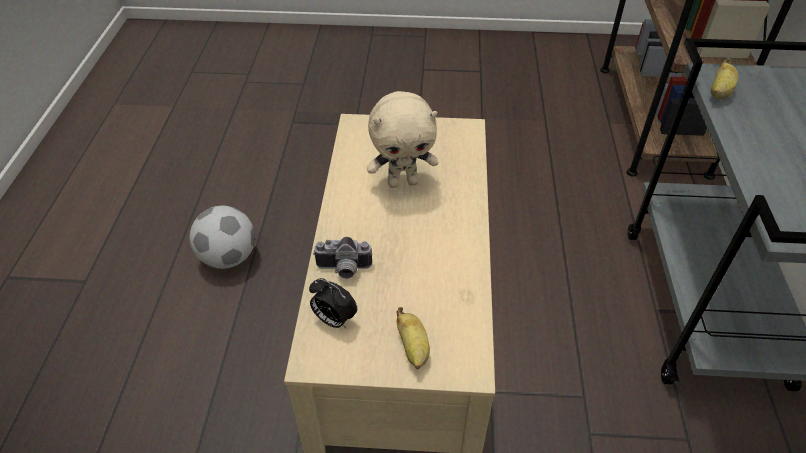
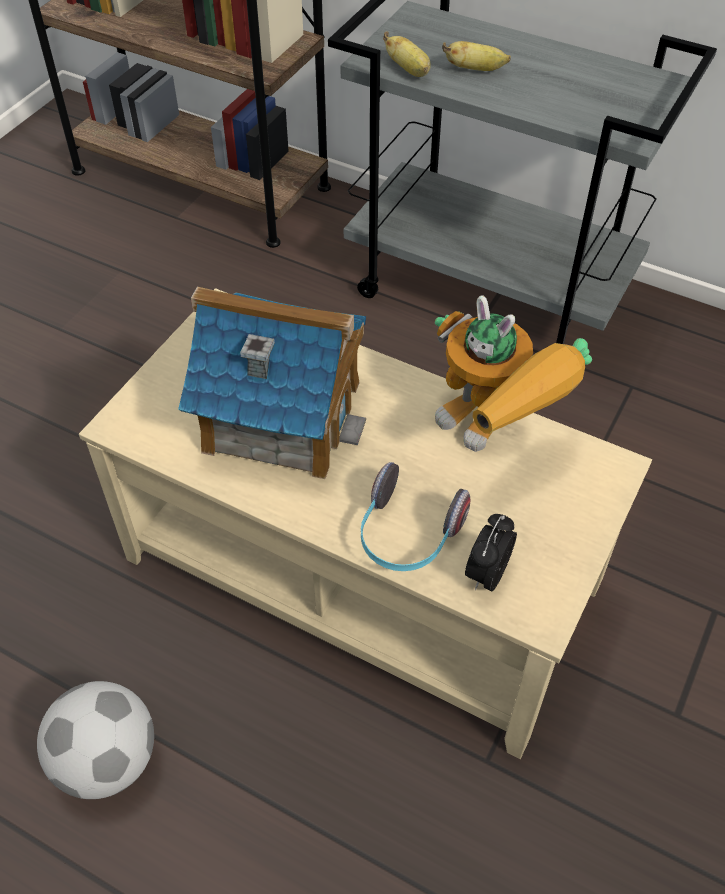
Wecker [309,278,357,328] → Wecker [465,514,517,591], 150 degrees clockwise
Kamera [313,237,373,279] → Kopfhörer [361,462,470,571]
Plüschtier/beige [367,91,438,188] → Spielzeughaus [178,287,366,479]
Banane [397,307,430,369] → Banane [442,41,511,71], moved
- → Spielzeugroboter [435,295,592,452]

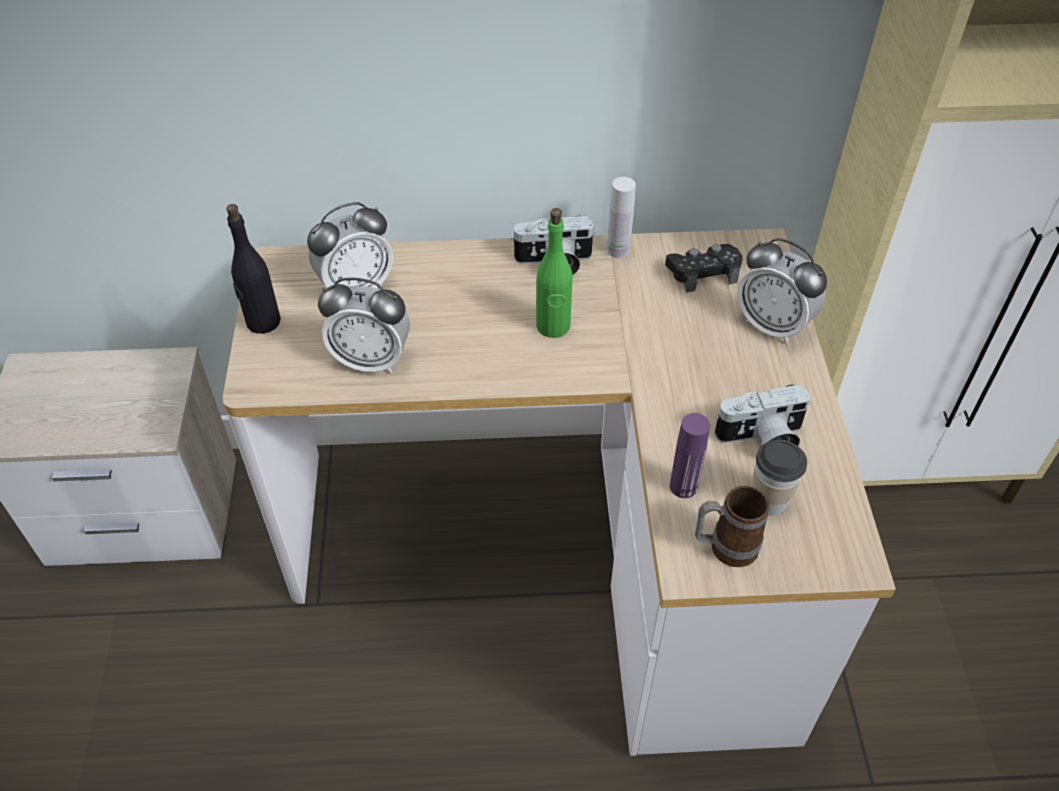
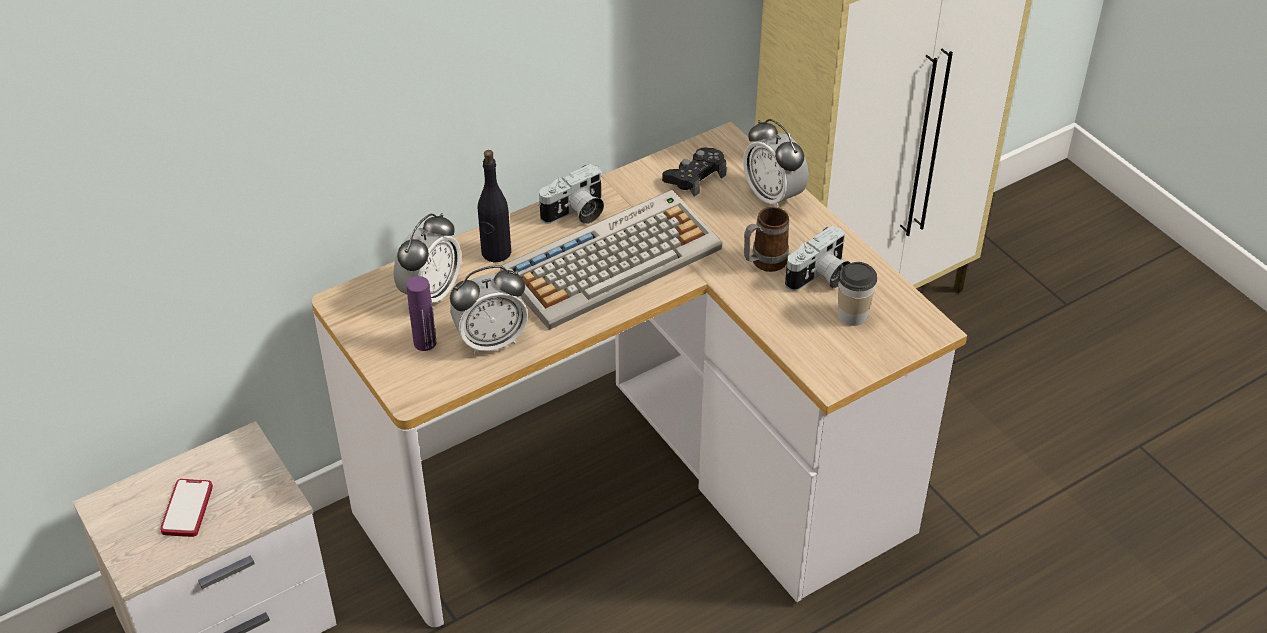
Flasche/schwarz [226,204,281,334] → Flasche/schwarz [478,150,511,263], moved
Flasche/grün [536,208,572,338] → Tastatur [500,190,722,330]
Flasche/weiß [607,177,636,258] → -
Flasche/lila [670,413,710,498] → Flasche/lila [406,276,437,351], moved
Henkelbecher [695,486,769,567] → Henkelbecher [744,207,789,272], moved
Wecker [737,238,827,344] → Wecker [743,119,809,207], 45 degrees clockwise
- → Handy [160,479,213,537]

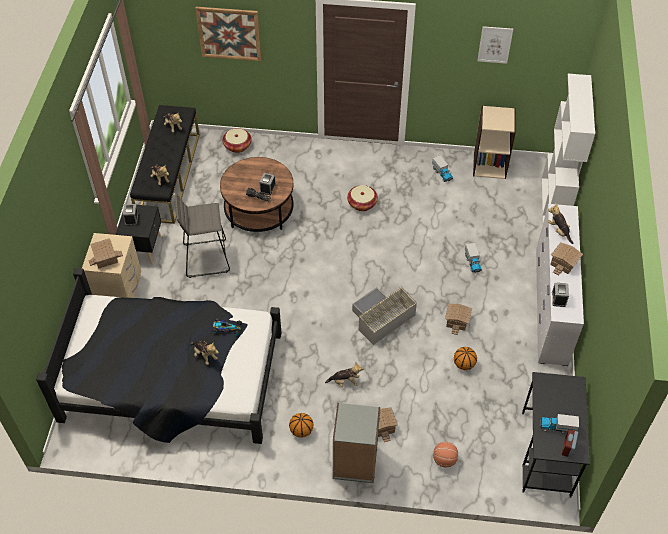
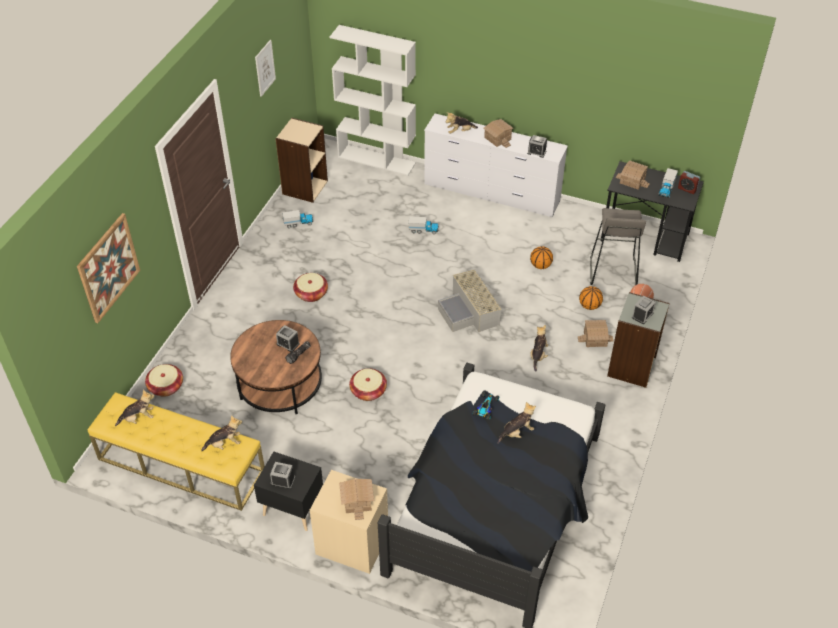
Bank/schwarz [130,105,200,224] → Bank/gelb [88,392,265,511]
Hocker/grau [175,192,230,278] → Hocker/grau [590,208,646,285], moved
Basketball [289,413,314,438] → Basketball [579,286,603,310], moved
Spielzeughaus [445,304,472,335] → Spielzeughaus [616,161,650,190], moved
- → Korb [349,368,387,401]
- → Wecker [632,296,656,324]

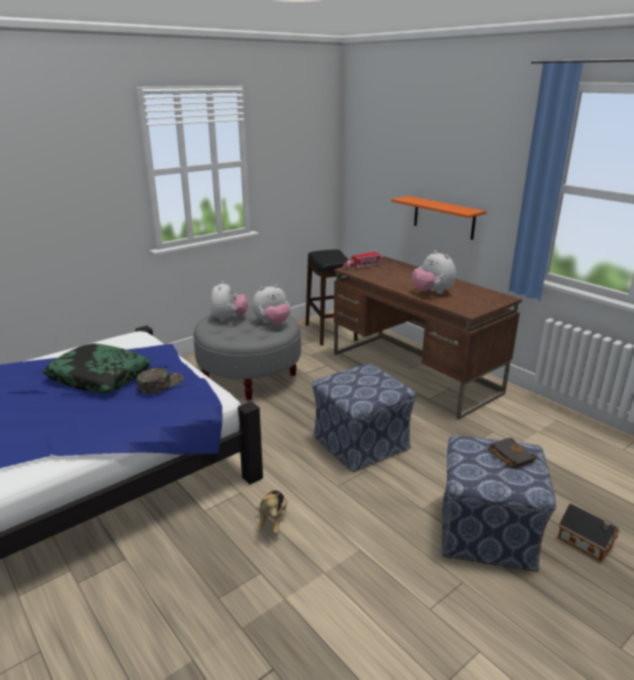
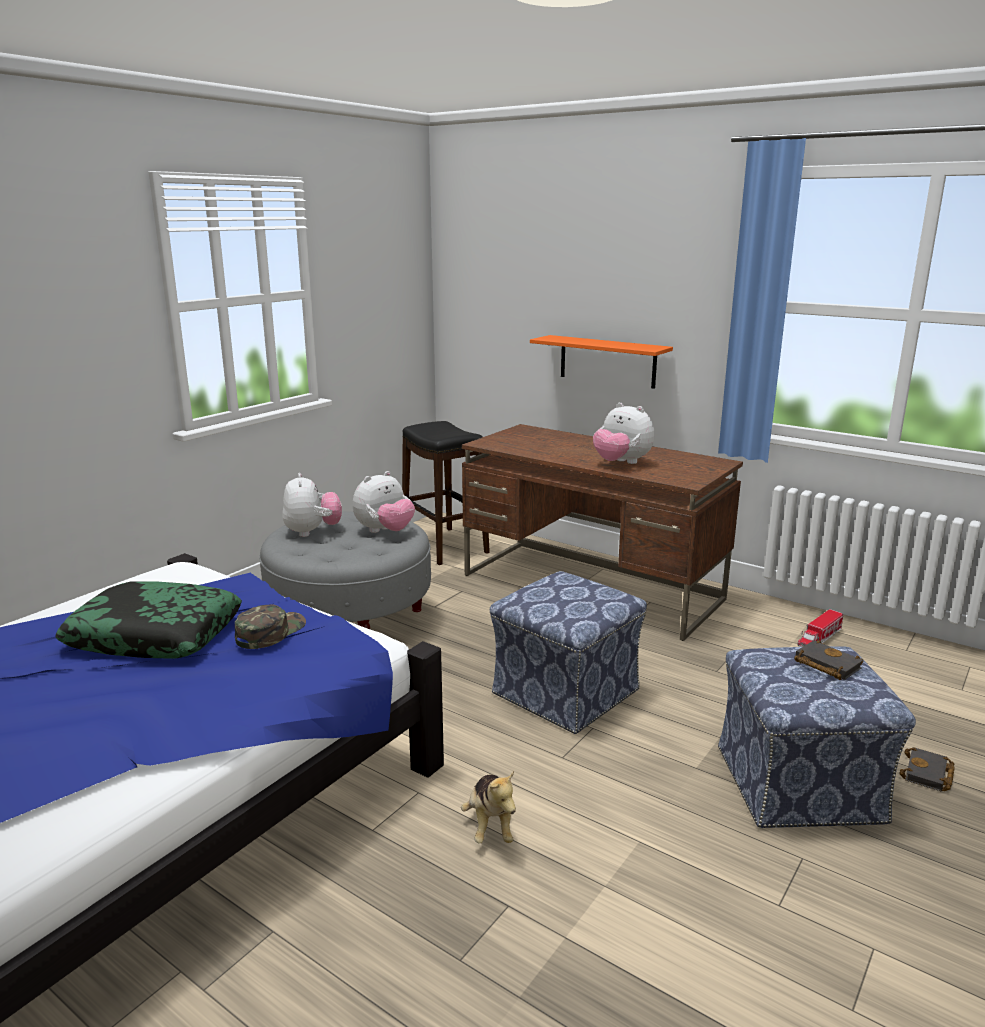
Spielzeuglaster [343,252,381,270] → Spielzeuglaster [798,609,843,647], moved
Spielzeughaus [558,503,620,561] → Buch/schwarz [899,747,955,792]

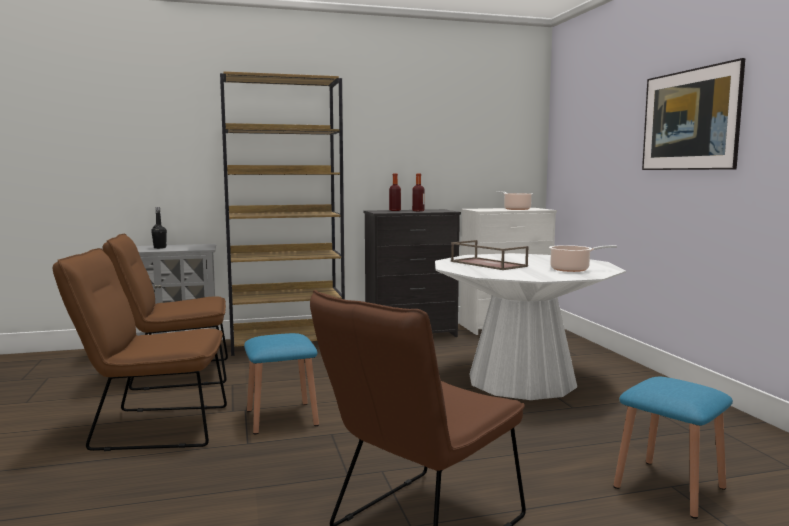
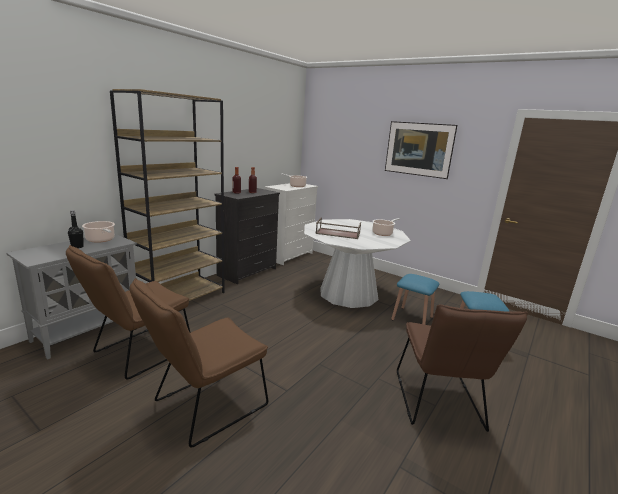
Hocker/blau [244,333,319,434] → Hocker/blau [391,274,439,325], moved
- → Kochtopf [82,221,115,243]

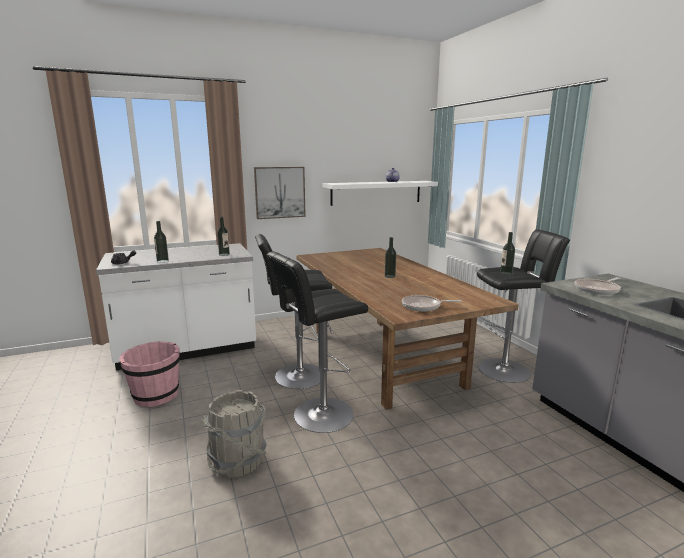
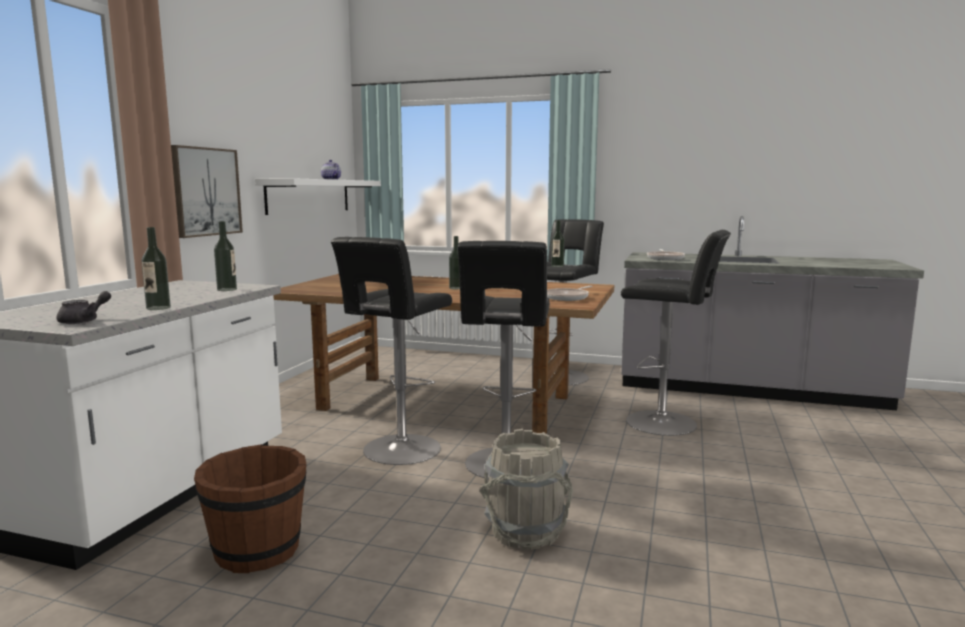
Eimer/rosa [119,341,180,407] → Eimer/braun [194,444,306,573]
- → Hocker/schwarz [621,230,731,436]

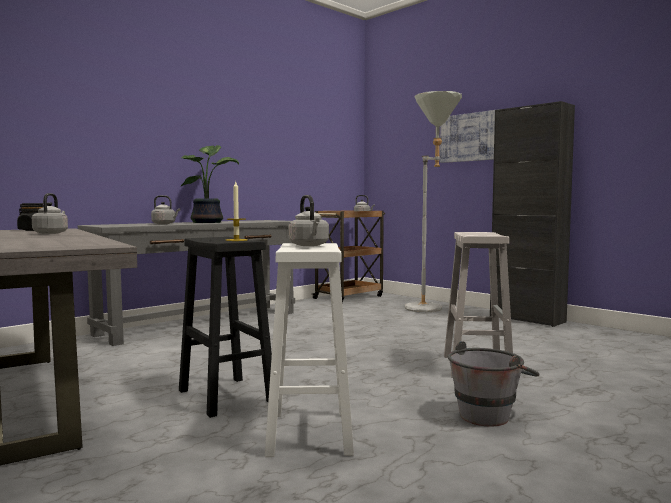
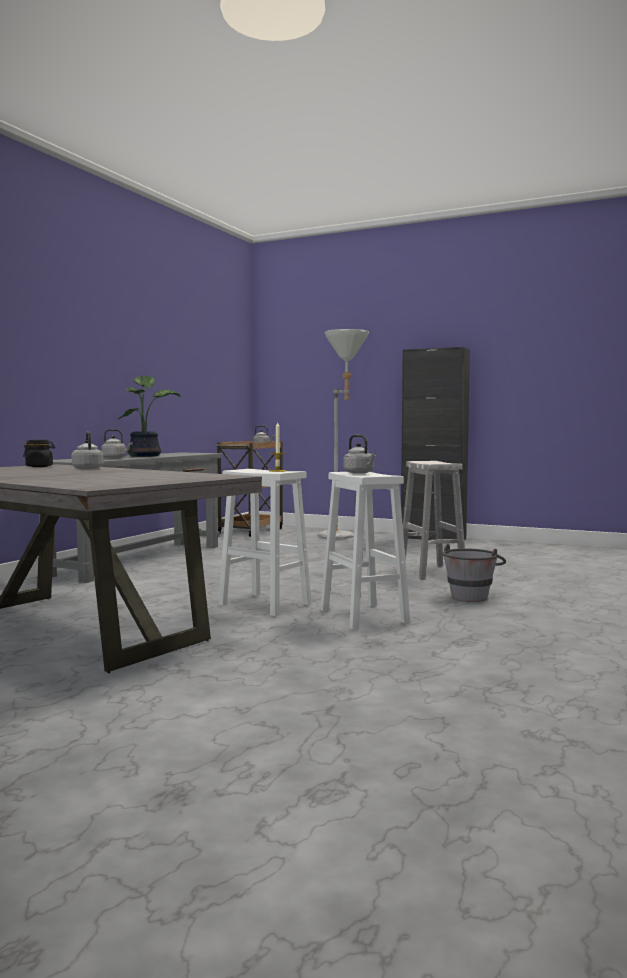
Hocker/schwarz [179,237,272,418] → Hocker/weiß [218,469,312,616]
Bild [440,109,499,163] → -

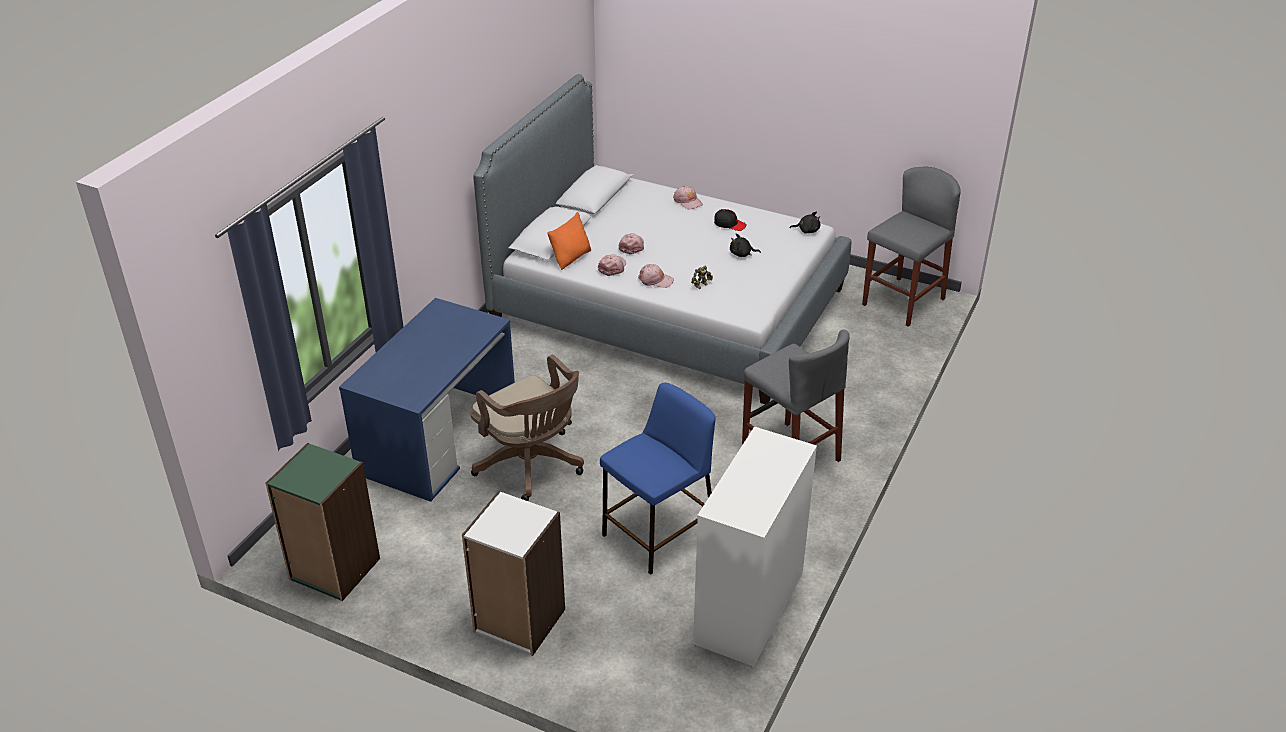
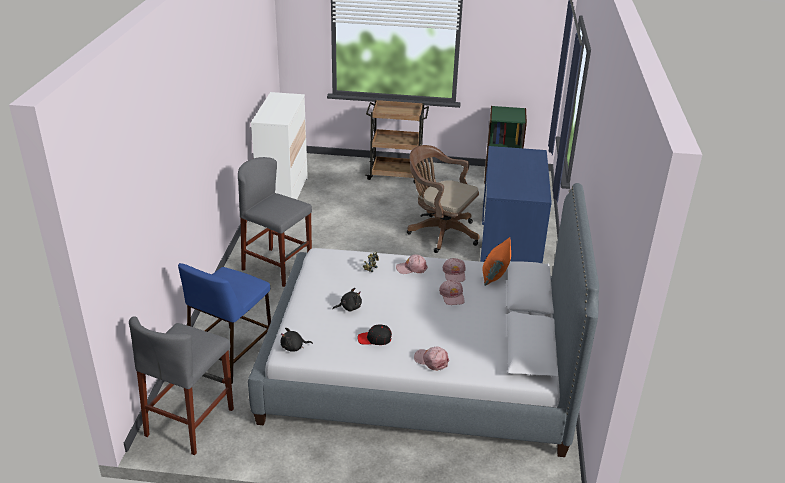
Bücherregal/weiß [462,491,565,656] → Rollwagen/braun [365,100,429,183]
Hocker/blau [600,383,715,575] → Hocker/blau [178,263,271,384], moved

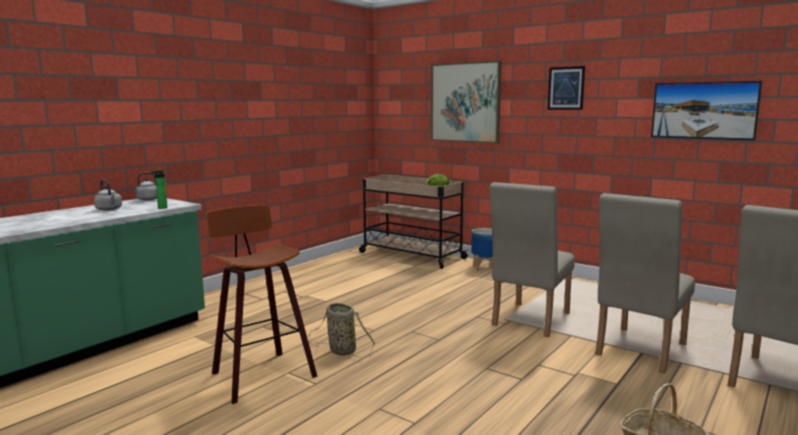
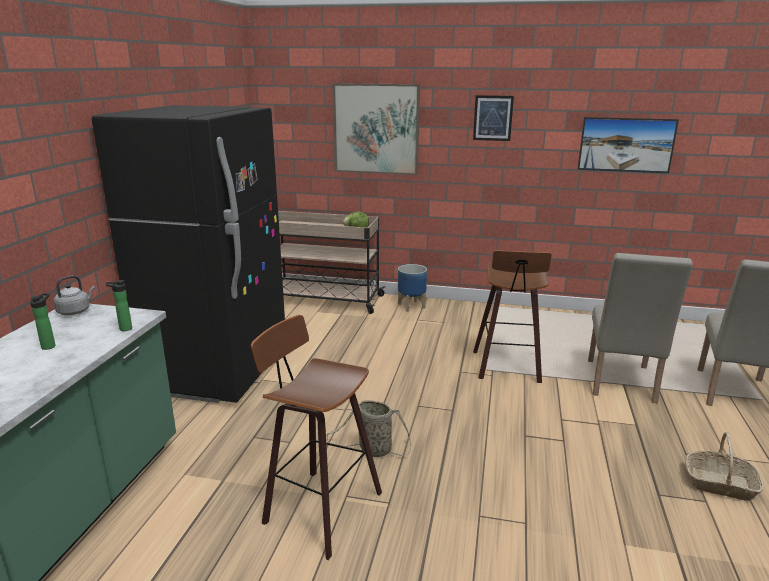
Wasserkessel/grau [94,179,122,211] → Flasche [30,293,56,350]
Stuhl/beige [489,182,575,337] → Hocker [473,250,552,383]
- → Kühlschrank/schwarz [92,105,285,403]

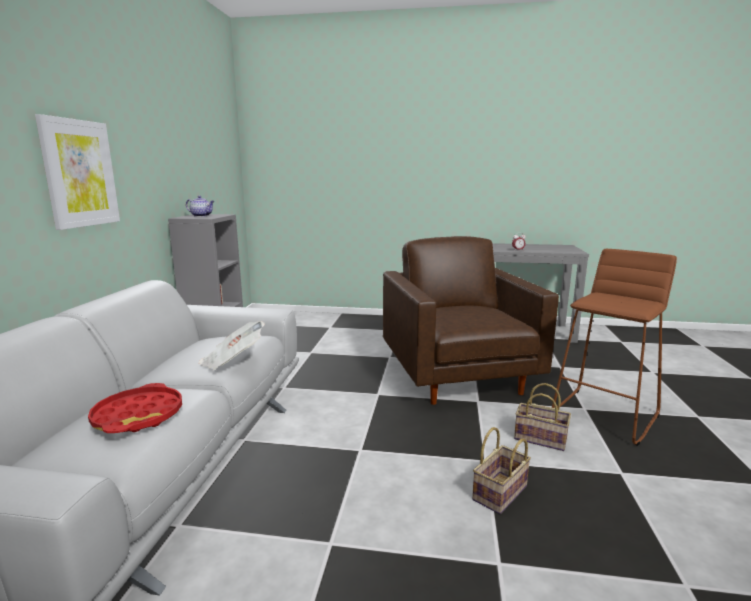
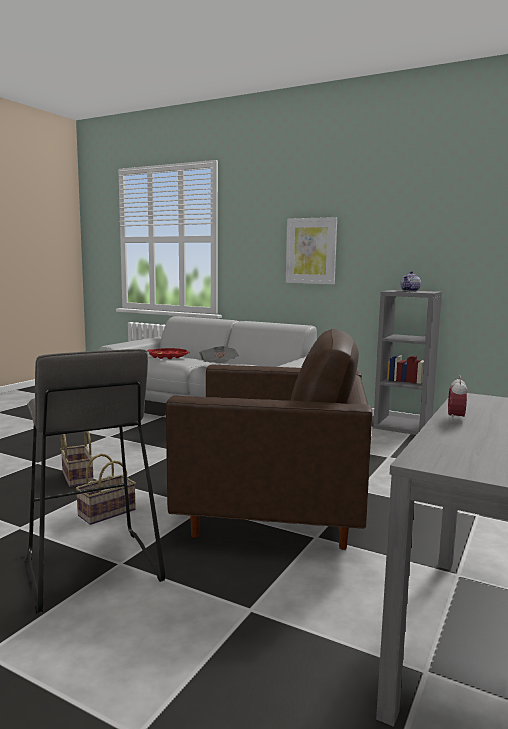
Hocker/braun [552,249,677,446] → Hocker/grau [27,349,165,614]

